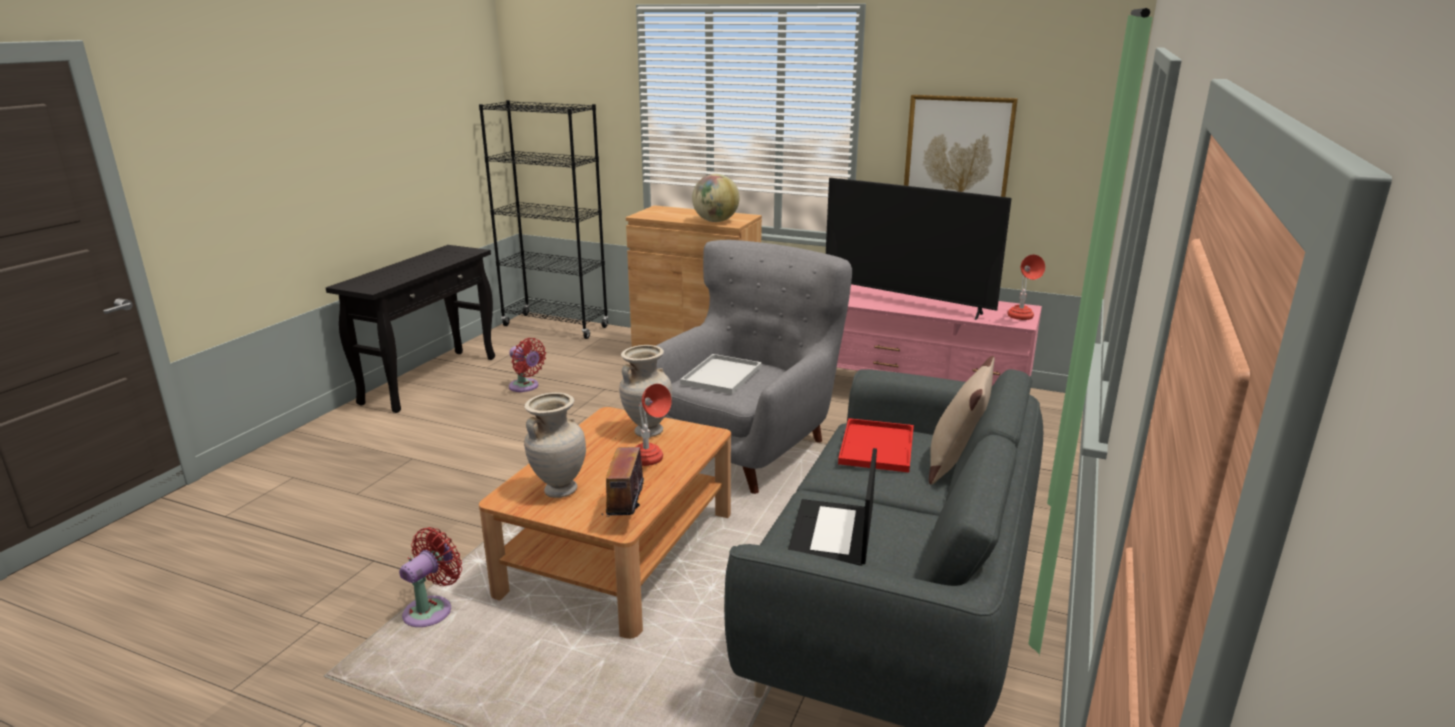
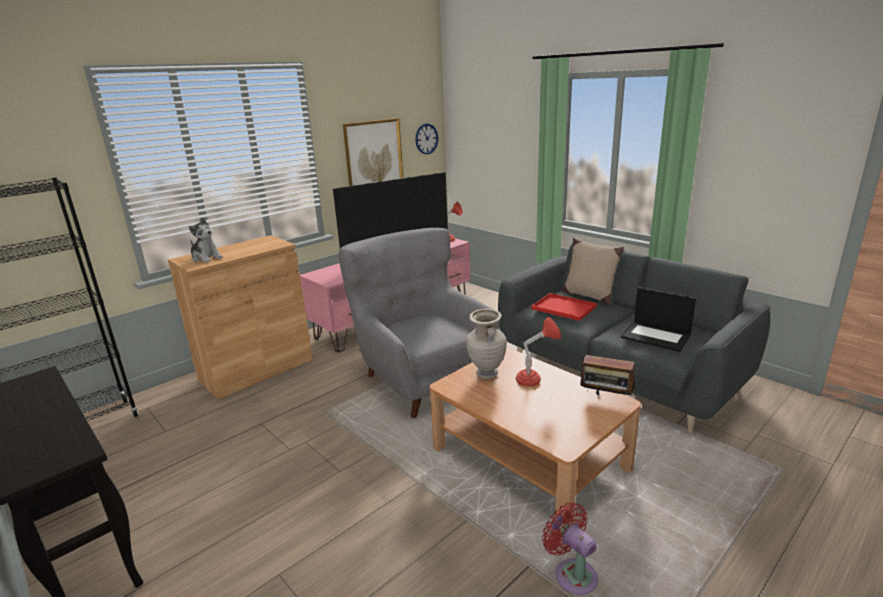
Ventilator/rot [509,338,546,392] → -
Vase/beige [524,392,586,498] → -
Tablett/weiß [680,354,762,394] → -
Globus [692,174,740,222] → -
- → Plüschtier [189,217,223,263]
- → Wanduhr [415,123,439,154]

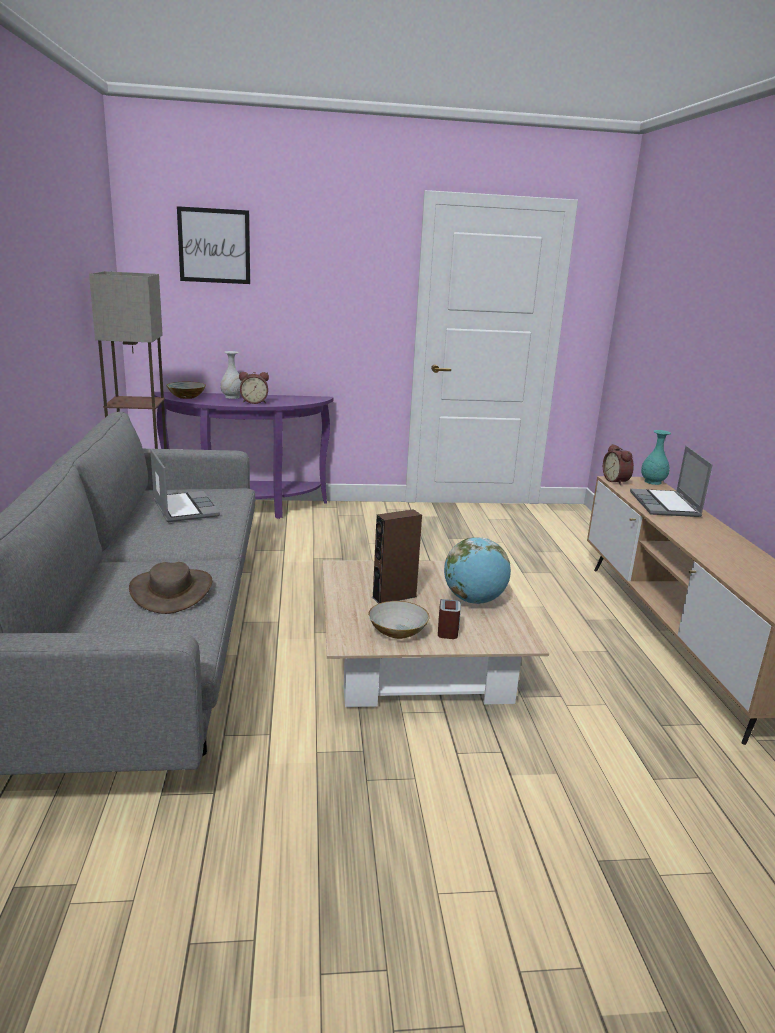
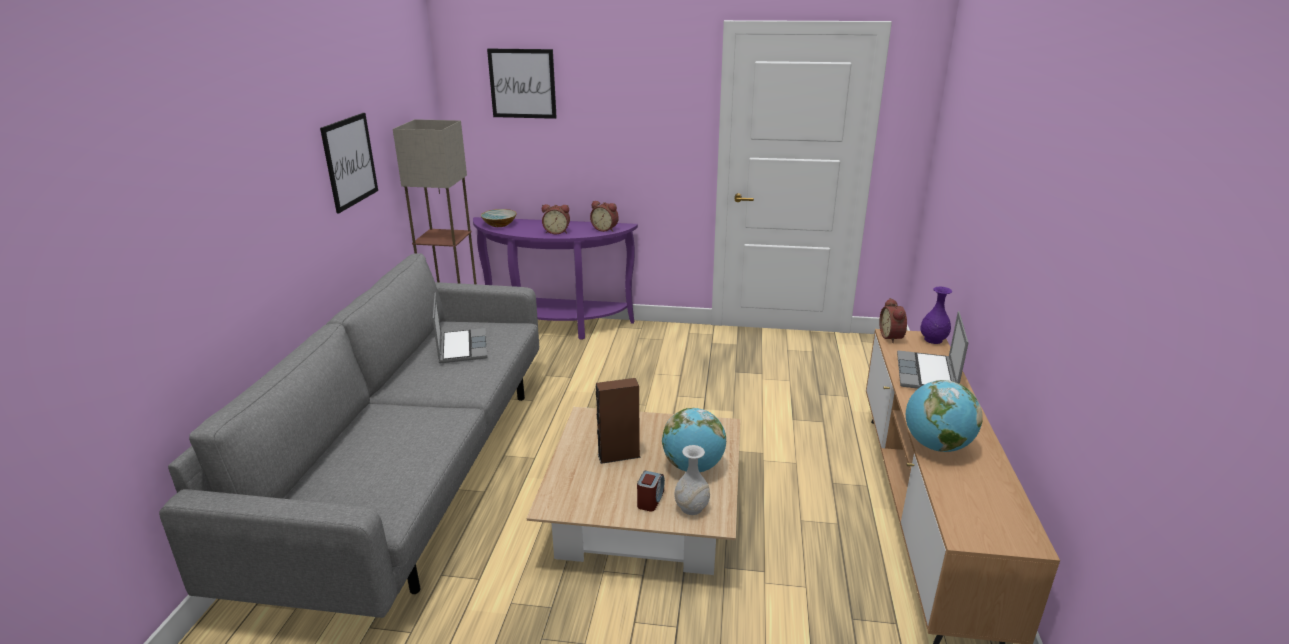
Hut/braun [129,562,212,614] → -
Vase/weiß [221,351,242,399] → Vase/weiß [674,445,710,515], moved
Schüssel [368,601,430,639] → -
Vase/türkis [641,430,671,485] → Vase/lila [921,287,952,344]
- → Bild [320,113,378,213]
- → Wecker [590,201,619,232]
- → Globus [906,380,983,452]

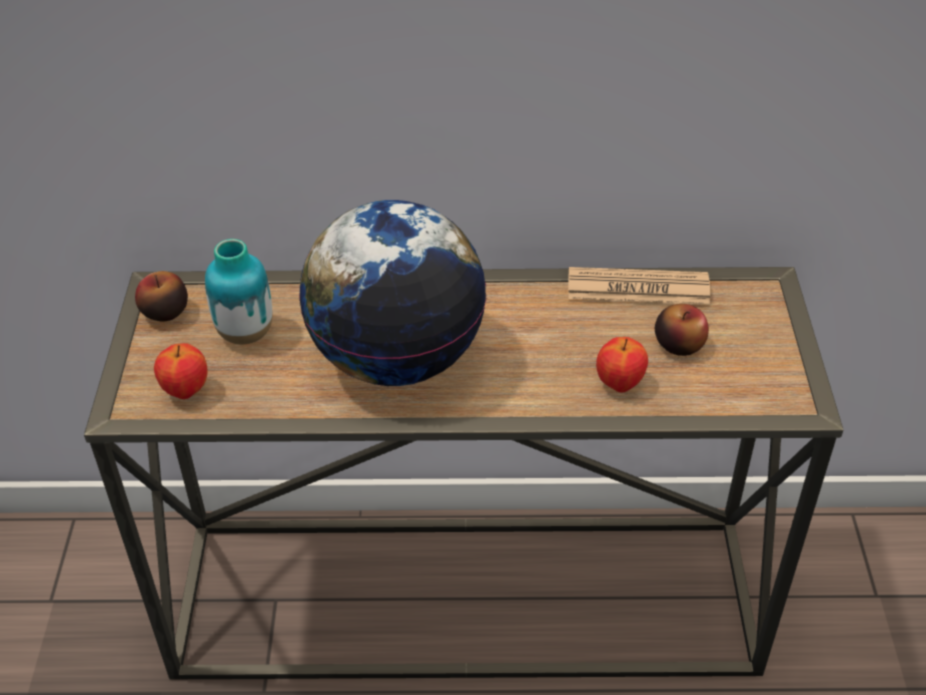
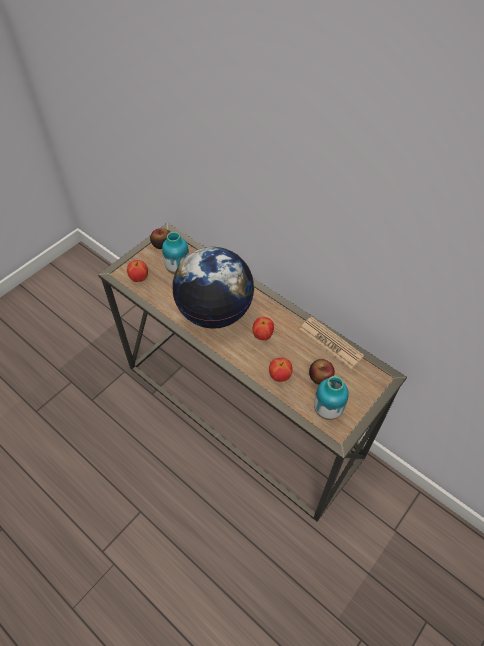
- → Apfel [253,317,274,340]
- → Vase [314,376,349,420]

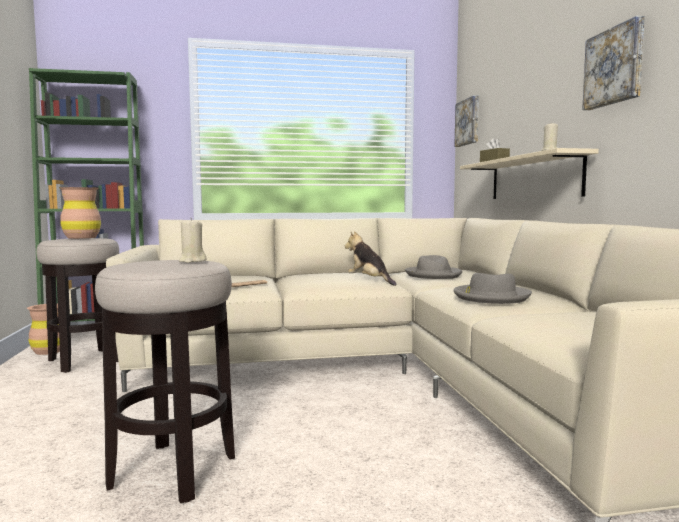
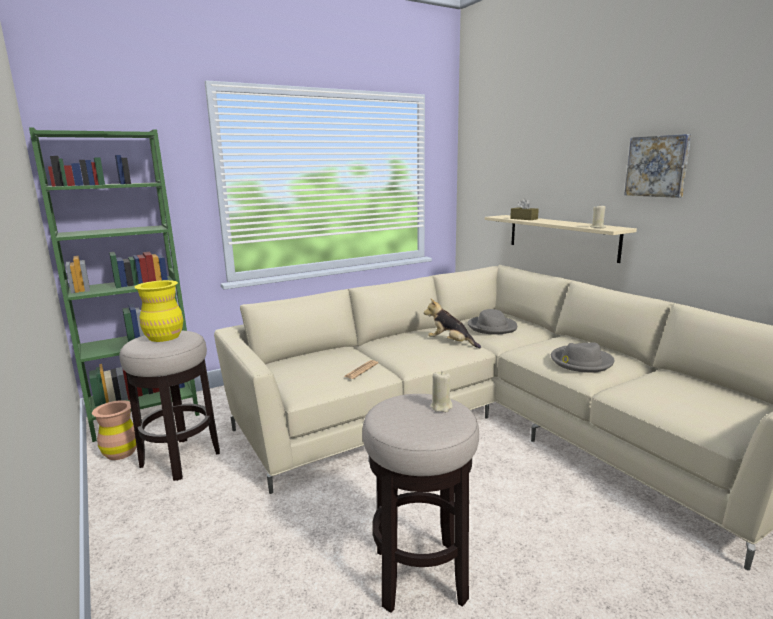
Vase/braun [59,187,101,239] → Vase/gelb [135,280,183,342]
Bild [454,95,479,147] → -

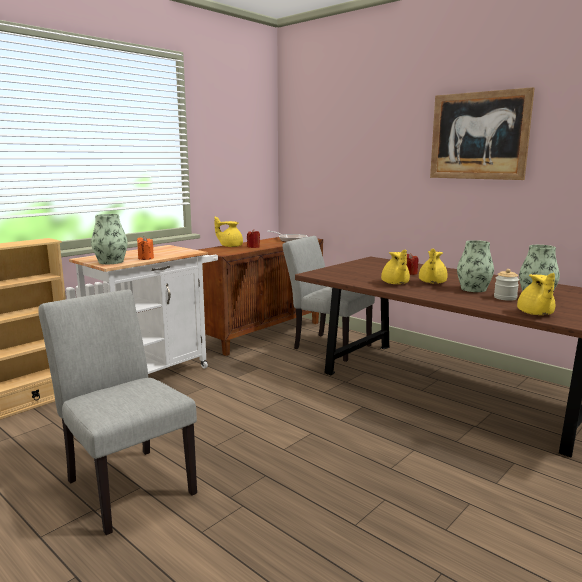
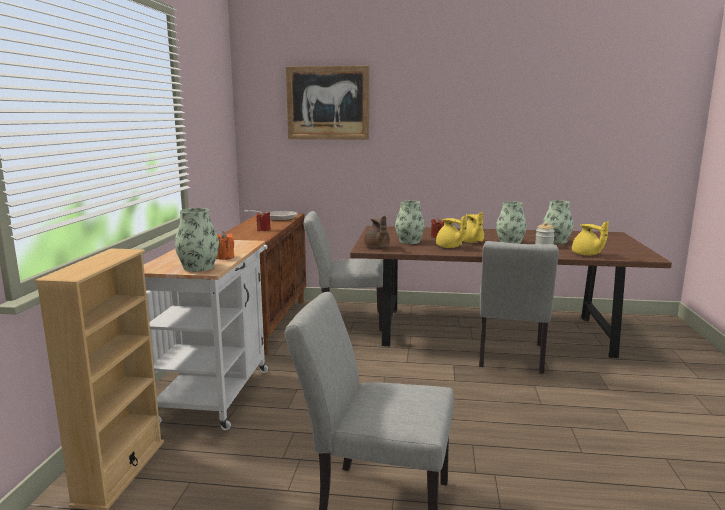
Teekanne/gelb [215,217,243,247] → -
Bild [430,87,535,180] → Bild [286,65,369,140], moved
- → Teekanne/braun [364,216,390,248]
- → Vase [395,201,425,244]
- → Stuhl/grau [479,241,559,374]

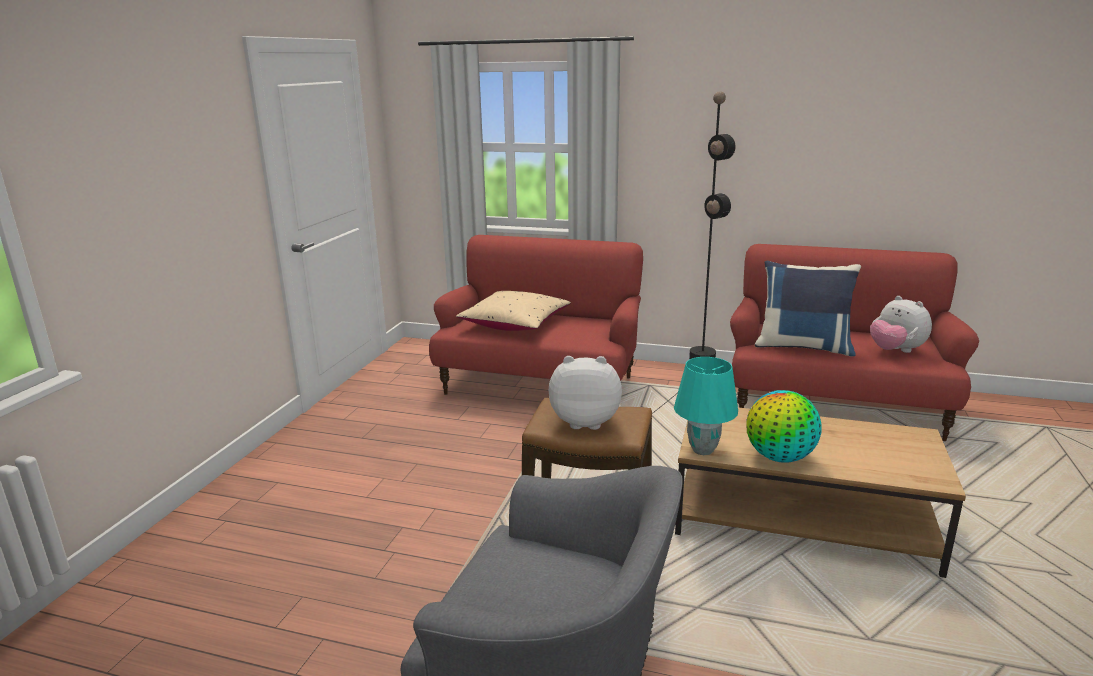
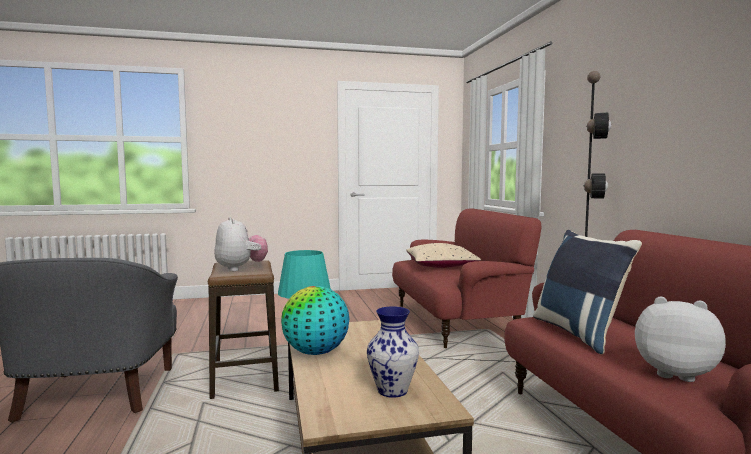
Plüschtier [870,296,932,353] → Plüschtier [635,297,726,382], 90 degrees clockwise
- → Vase [367,306,419,398]

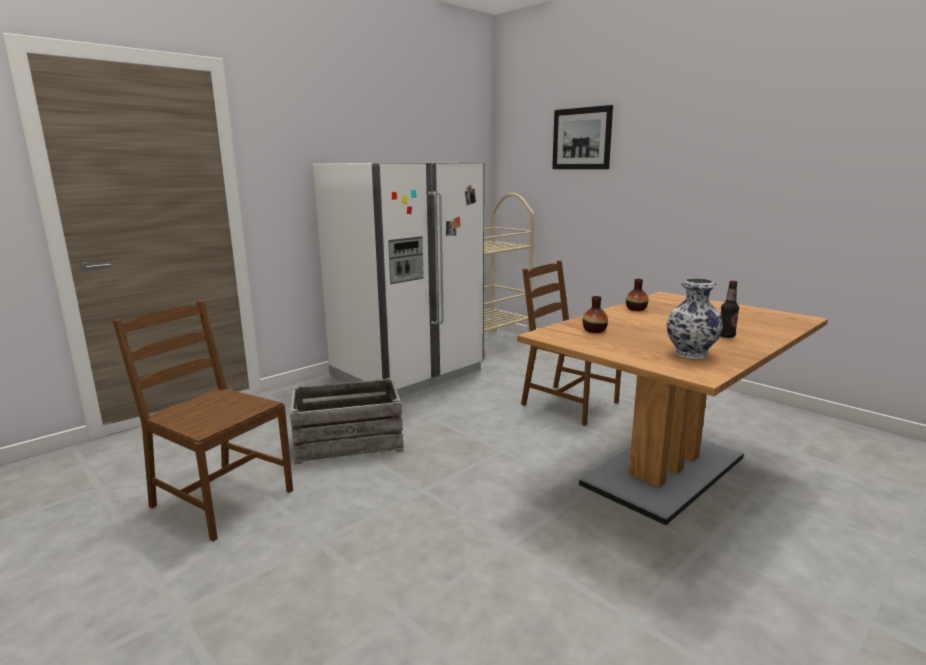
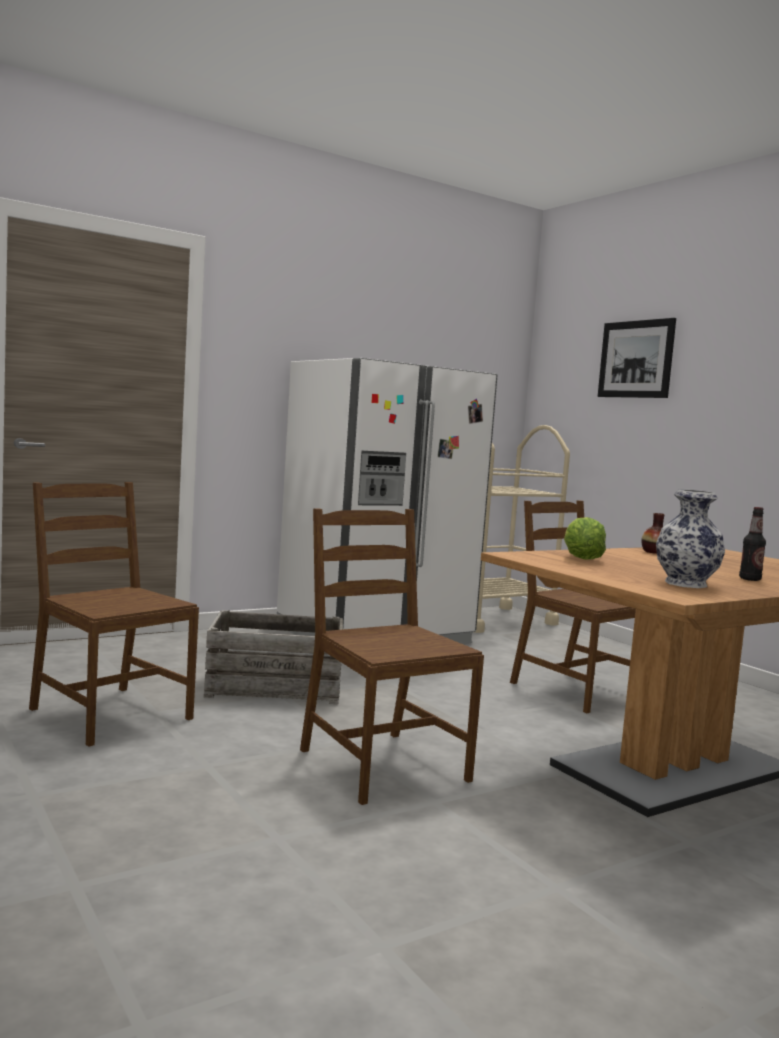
Vase [583,296,608,333] → Salatkopf [564,517,606,560]
- → Stuhl/braun [300,508,484,805]

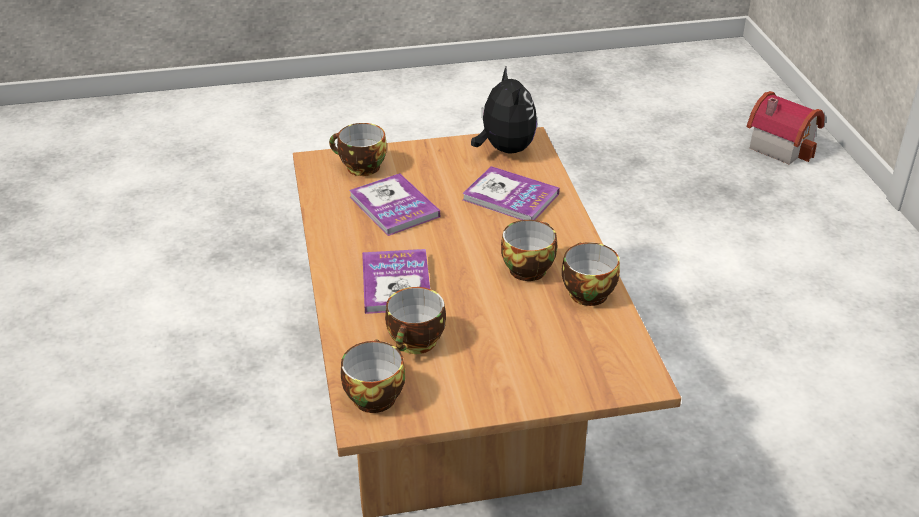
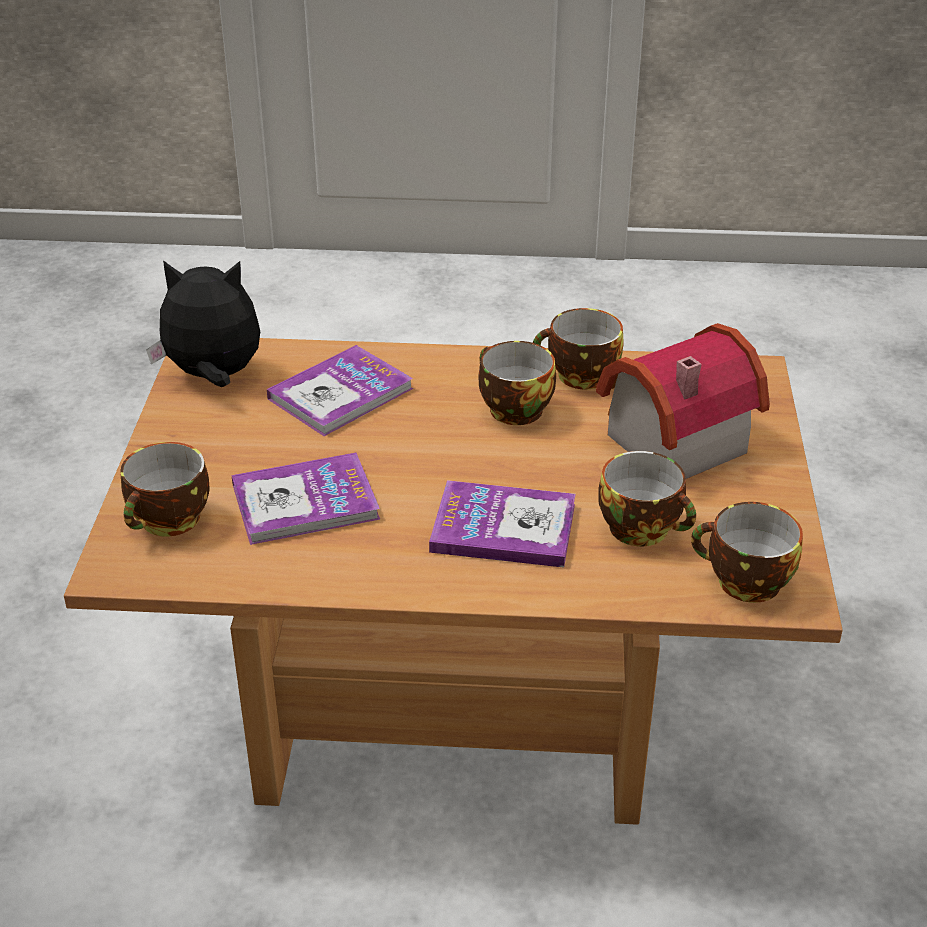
Spielzeughaus [747,91,825,165] → Spielzeughaus [596,323,770,479], moved

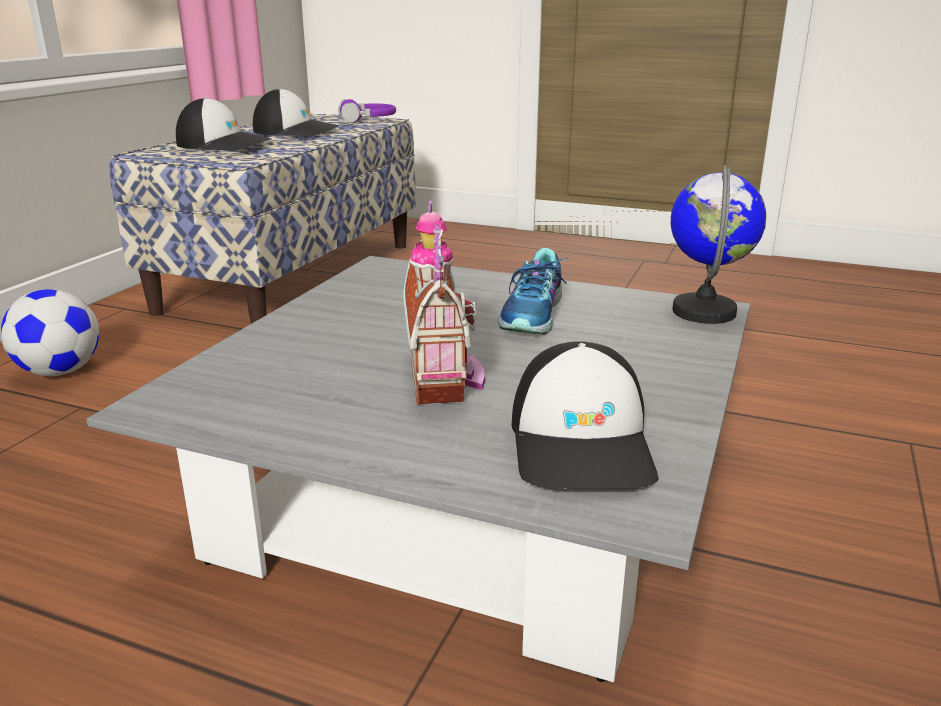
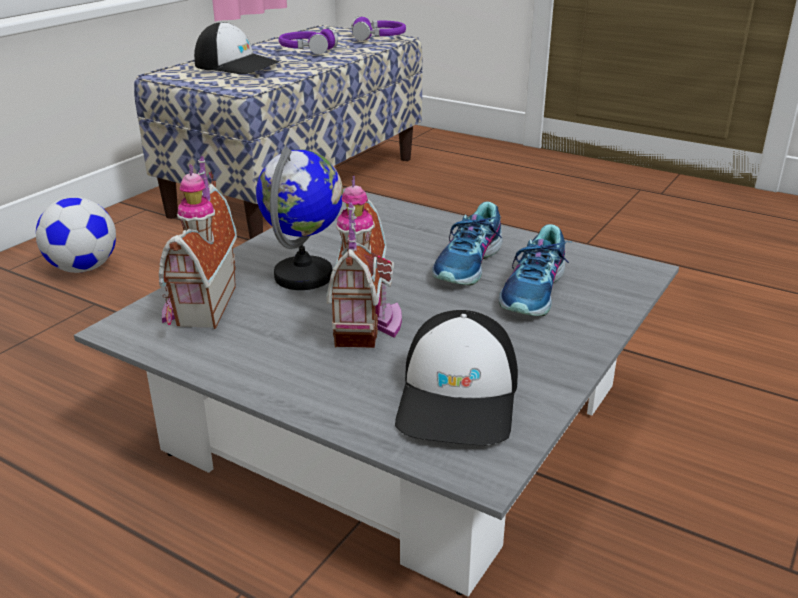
Kappe [253,88,339,136] → Kopfhörer/lila [279,28,338,55]
Globus [671,165,767,324] → Globus [256,147,343,290], moved
- → Spielzeughaus [159,156,237,329]
- → Schuh [499,224,571,316]

